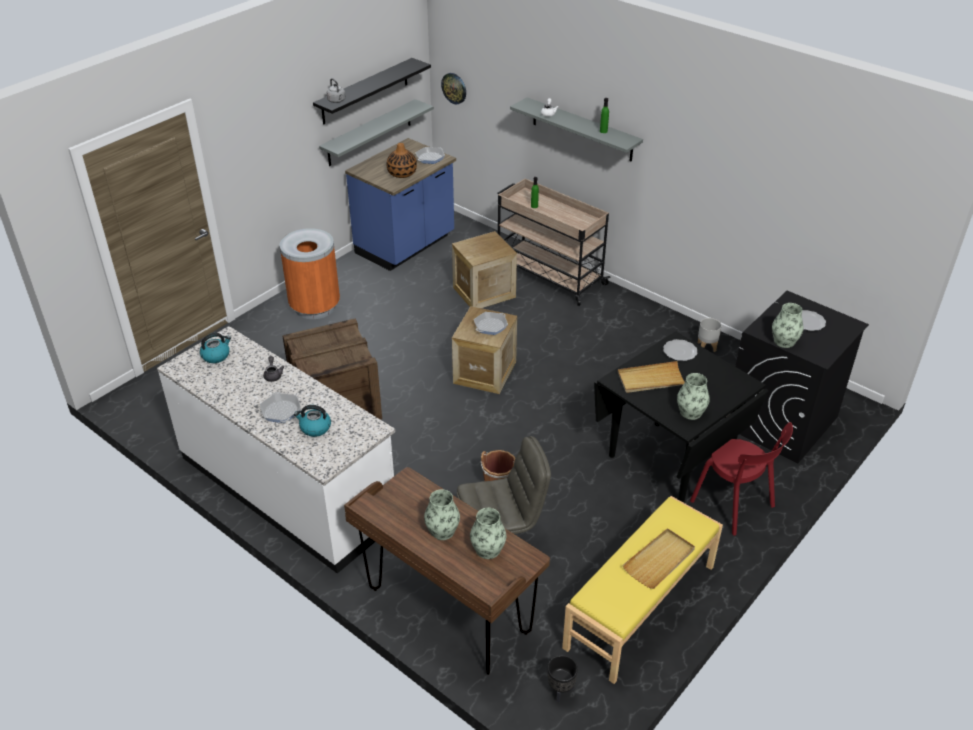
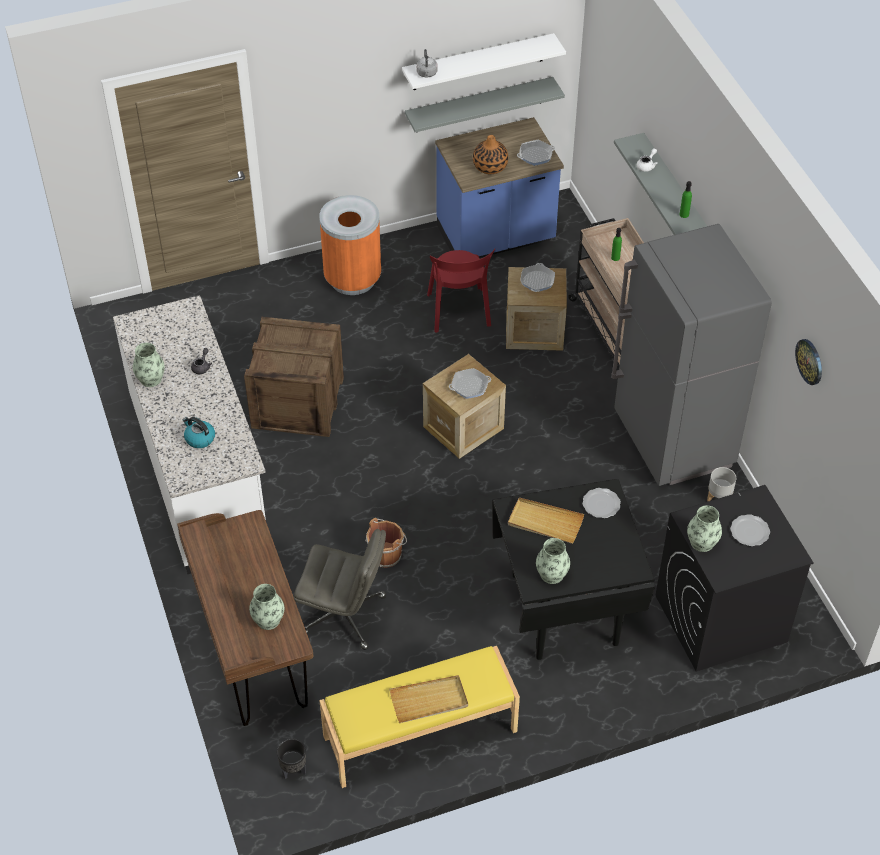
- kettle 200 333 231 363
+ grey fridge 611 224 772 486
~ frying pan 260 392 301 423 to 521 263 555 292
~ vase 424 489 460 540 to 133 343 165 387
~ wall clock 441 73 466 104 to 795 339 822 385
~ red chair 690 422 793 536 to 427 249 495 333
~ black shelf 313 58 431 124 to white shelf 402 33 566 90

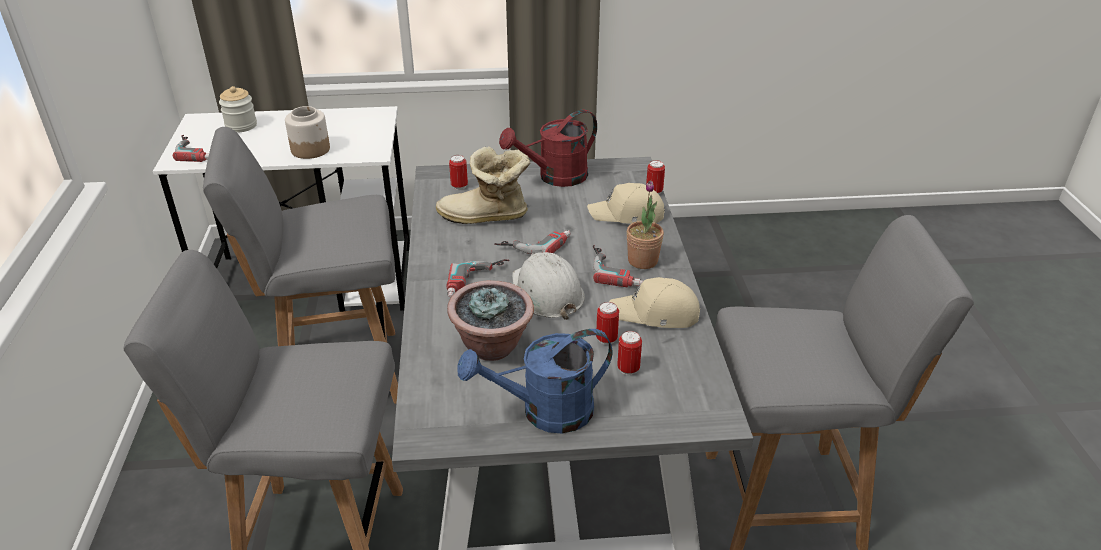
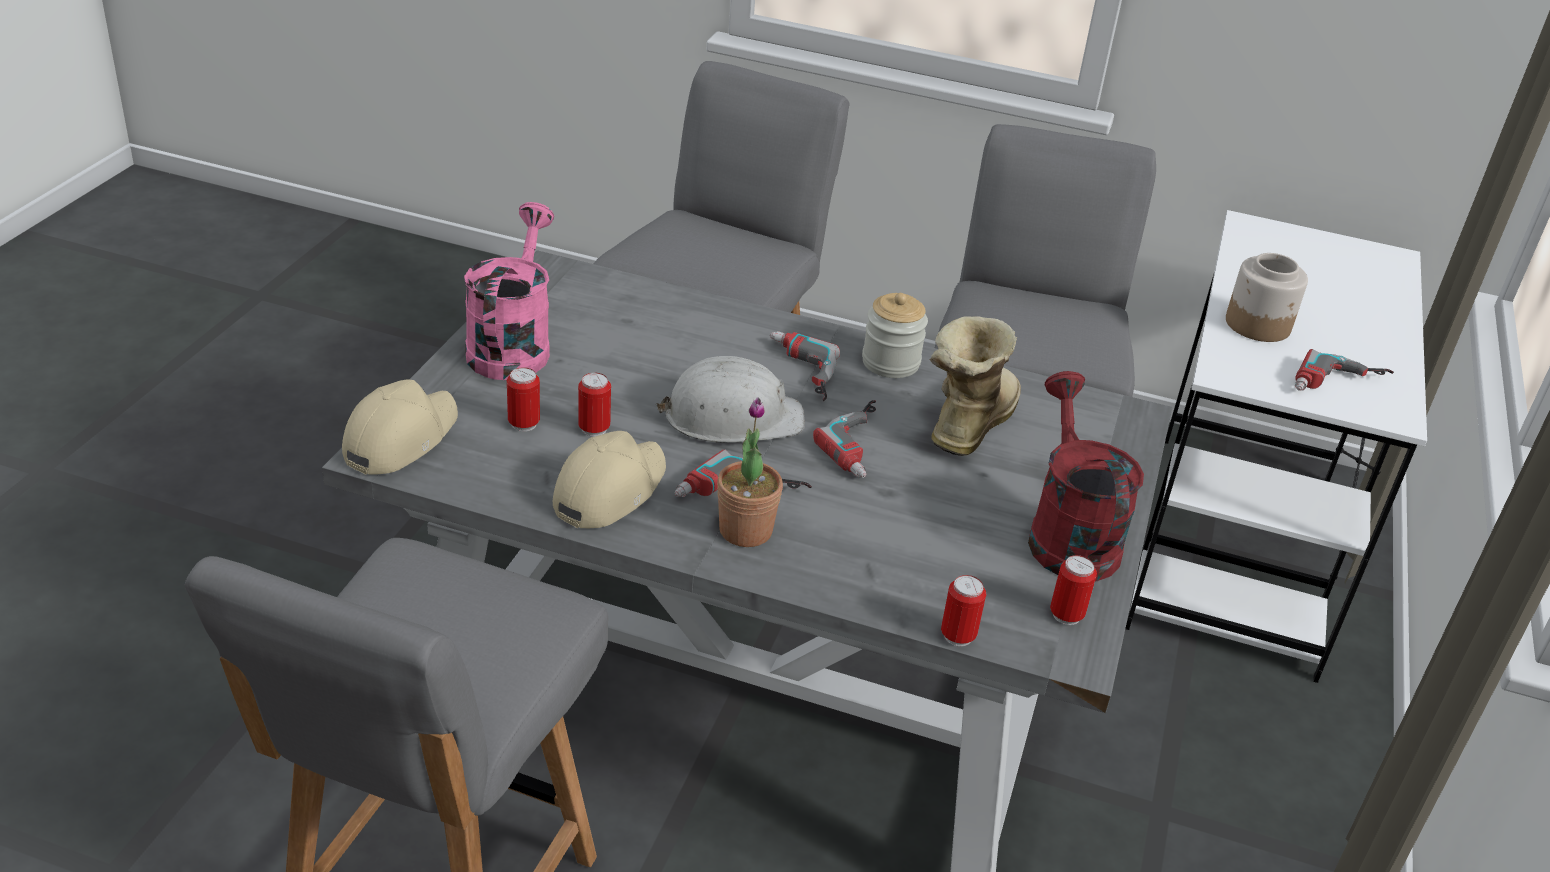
- potted plant 447 280 534 361
~ power drill 173 135 209 162 to 1295 349 1394 391
~ jar 219 86 257 132 to 862 293 928 378
~ can 449 155 468 190 to 1050 555 1097 625
~ beige cap 587 183 665 224 to 342 379 458 475
~ blue watering can 457 329 612 434 to pink watering can 464 202 554 380

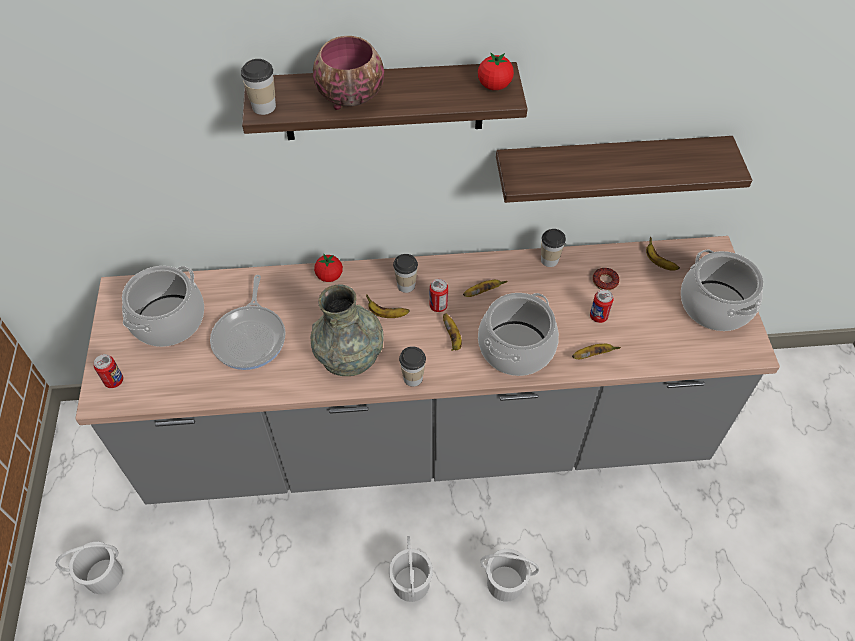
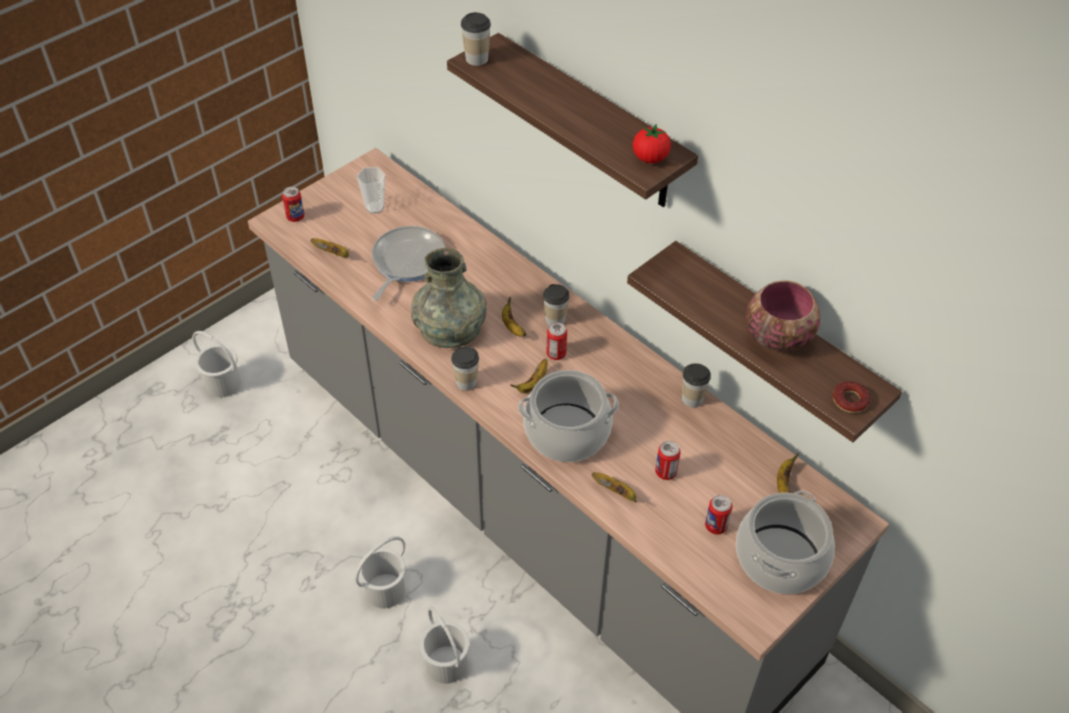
- tomato 314 254 343 282
+ can 705 495 733 534
~ bowl 313 36 384 110 to 746 280 820 351
~ banana 463 280 508 297 to 311 238 349 257
~ donut 592 268 619 291 to 833 381 870 413
~ cooking pot 122 266 204 347 to cup 357 167 385 214
~ frying pan 210 275 285 370 = 372 226 445 301 150 degrees clockwise

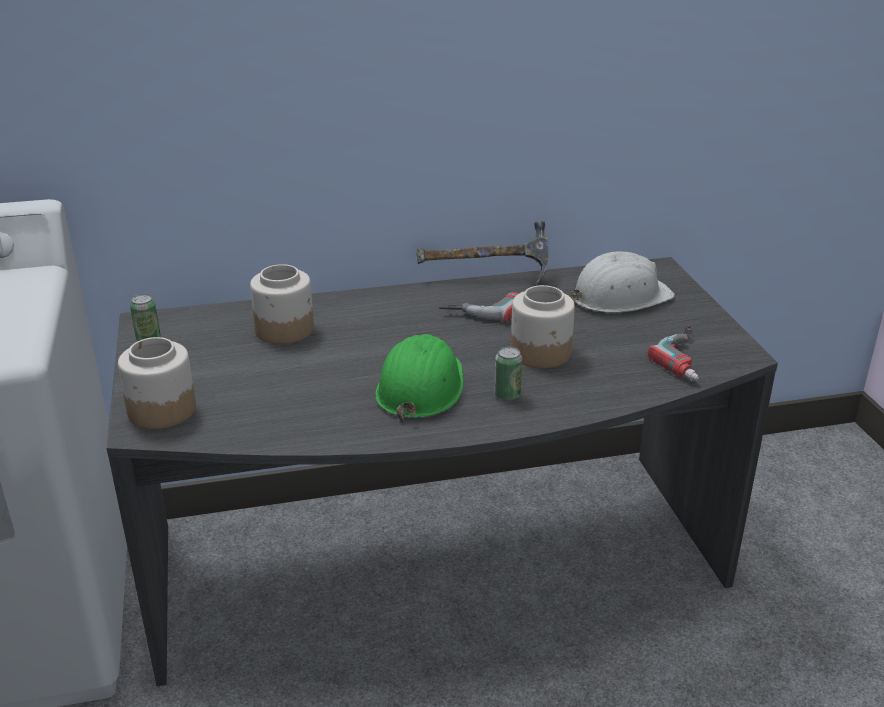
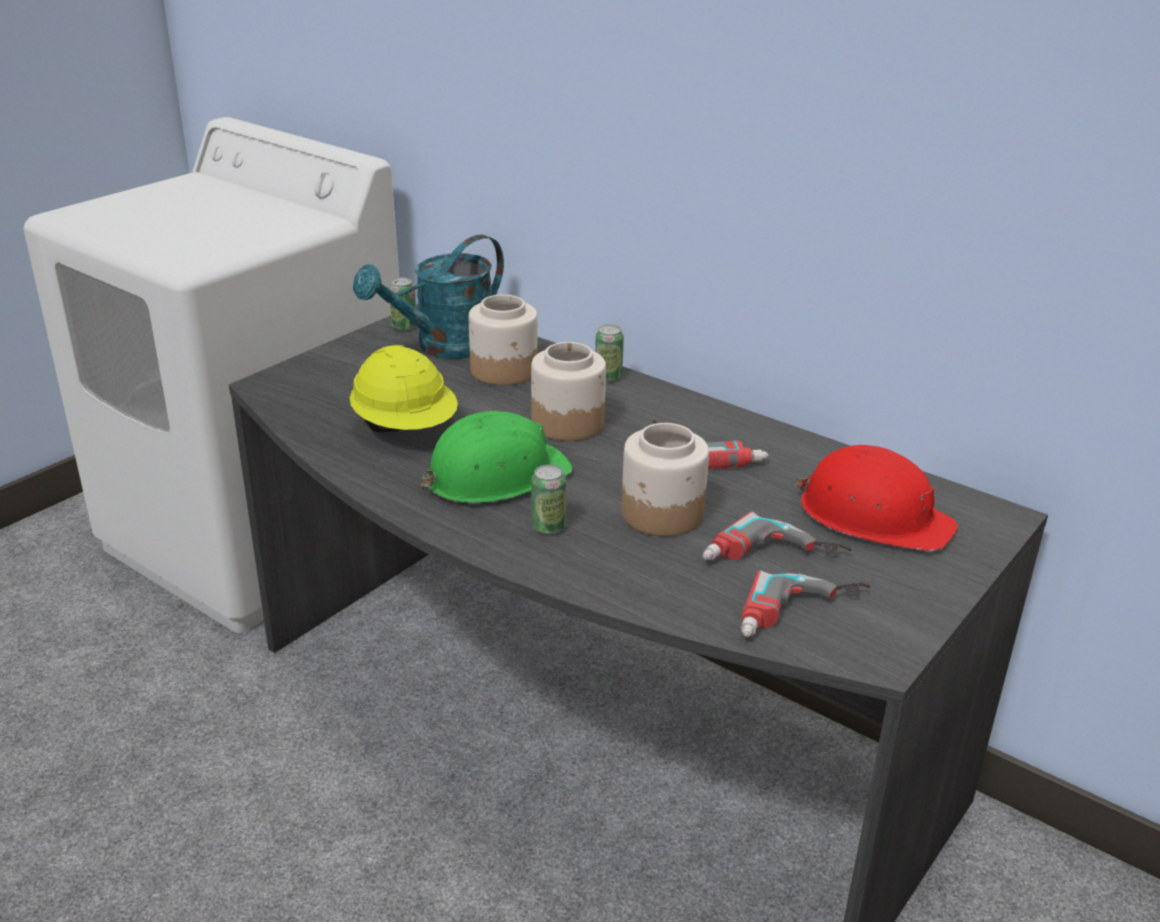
- hammer 416 221 549 286
+ yellow hard hat 350 345 458 432
+ turquoise watering can 353 235 504 359
+ can 595 325 624 382
+ power drill 703 512 852 560
~ jar 118 337 196 429 to 531 342 606 441
~ white hard hat 570 251 675 313 to red hard hat 795 445 958 551

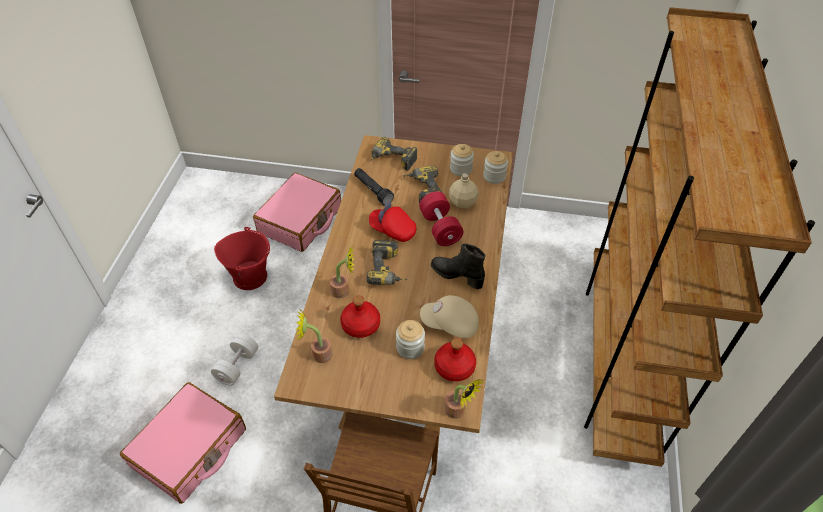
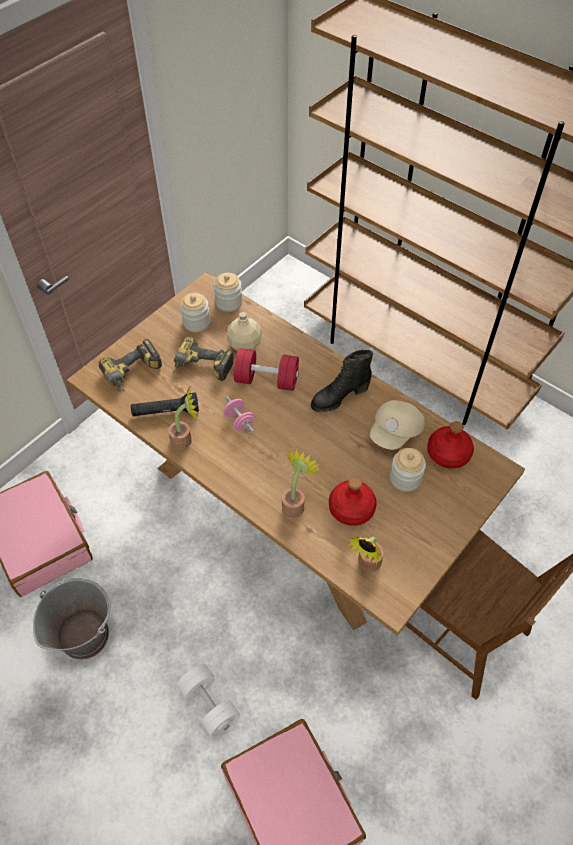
- power drill 367 240 408 285
~ potted plant 445 379 484 419 to 168 388 198 450
~ red cap 369 202 416 242 to pink dumbbell 223 396 255 433
~ red bucket 214 227 270 290 to grey bucket 33 578 111 660

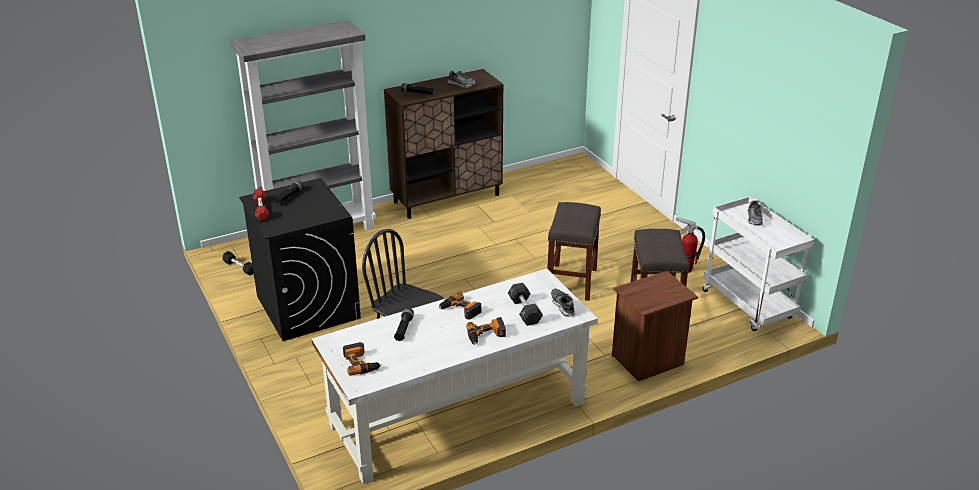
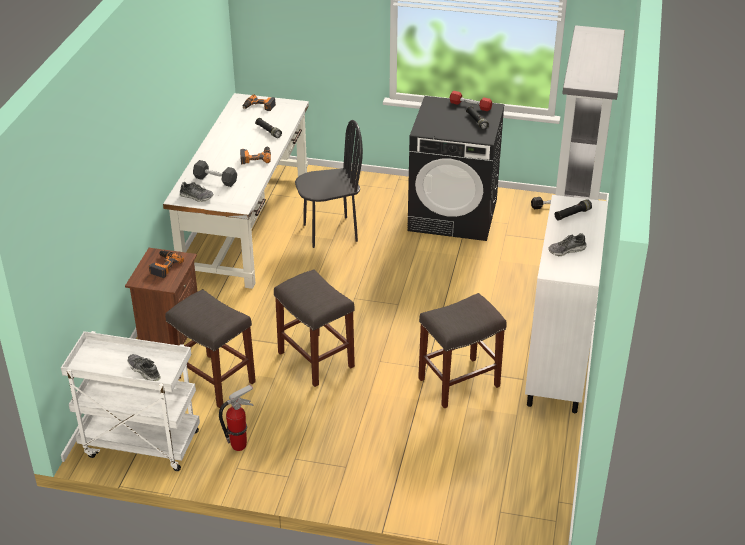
+ grey stool 418 293 507 408
~ power drill 466 317 506 344 to 149 250 184 278
~ brown cabinet 384 69 503 219 to white cabinet 525 195 608 413

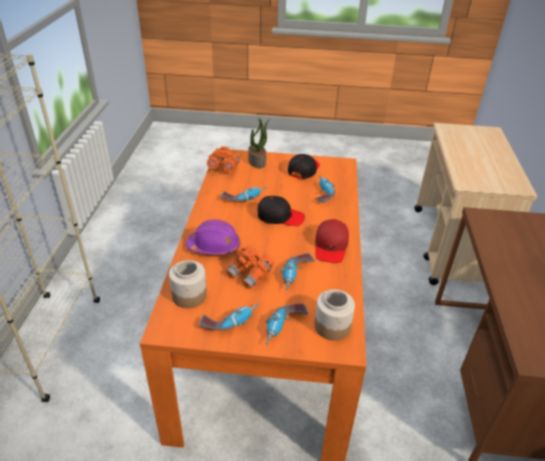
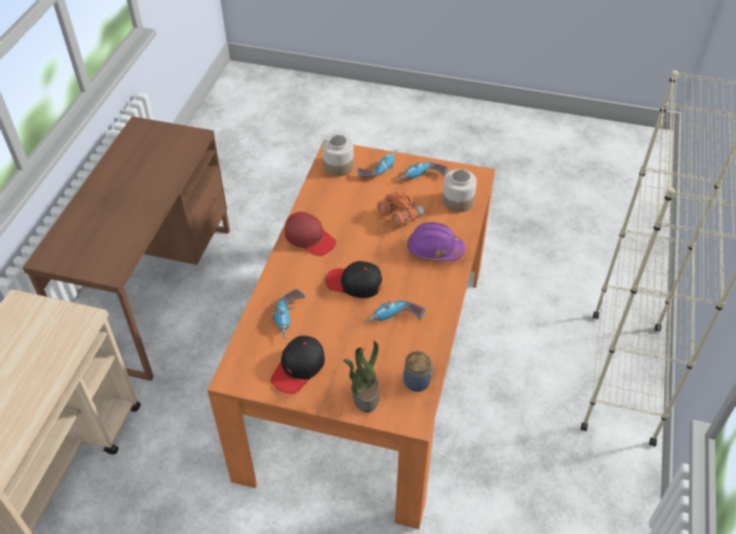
- power drill 280 253 315 291
~ orange binoculars 207 146 240 172 to jar 403 351 434 392
~ red cap 315 219 349 263 = 285 212 336 256 105 degrees clockwise

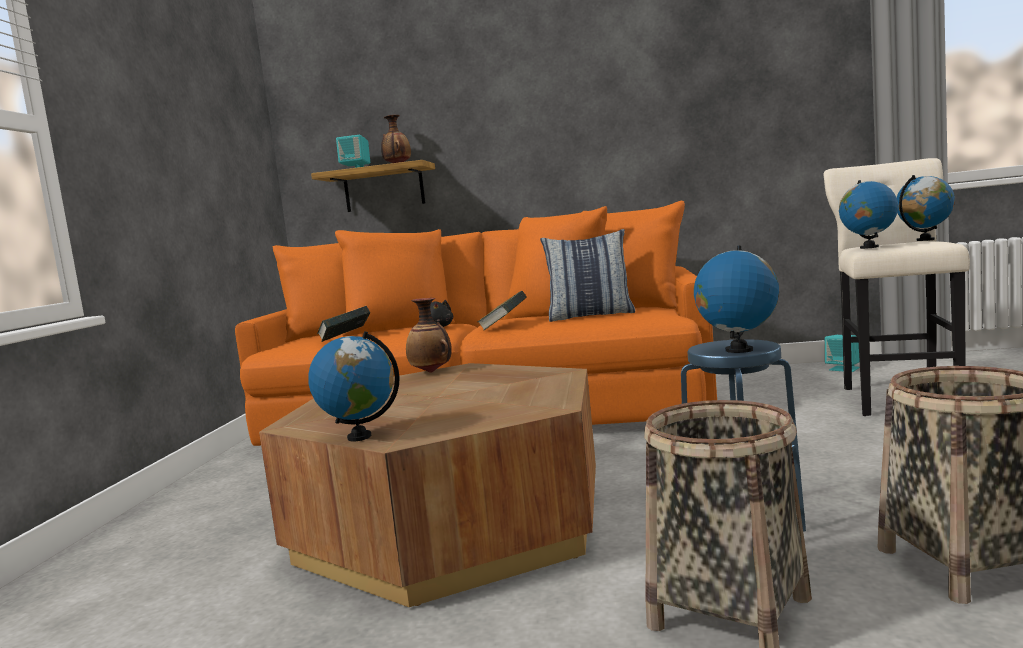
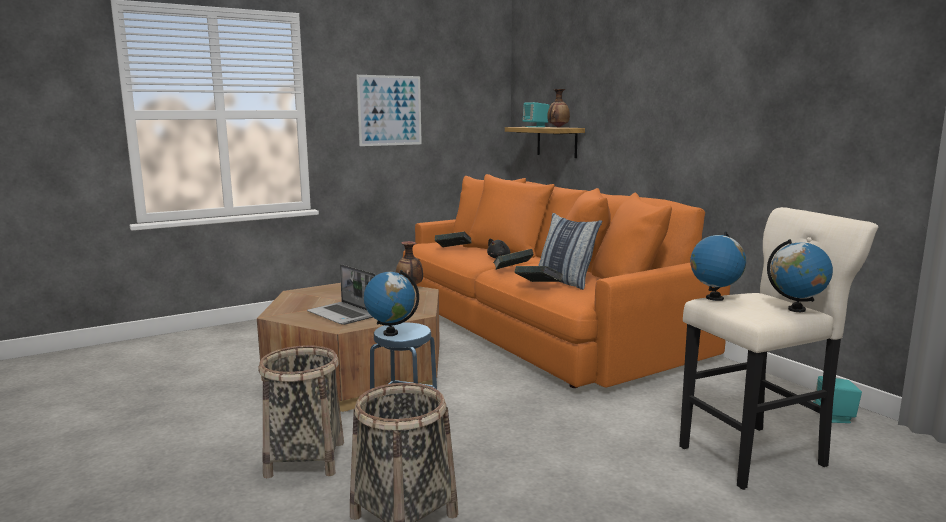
- globe 308 331 400 442
+ laptop 307 264 376 325
+ picture 356 75 422 146
+ book 515 266 563 282

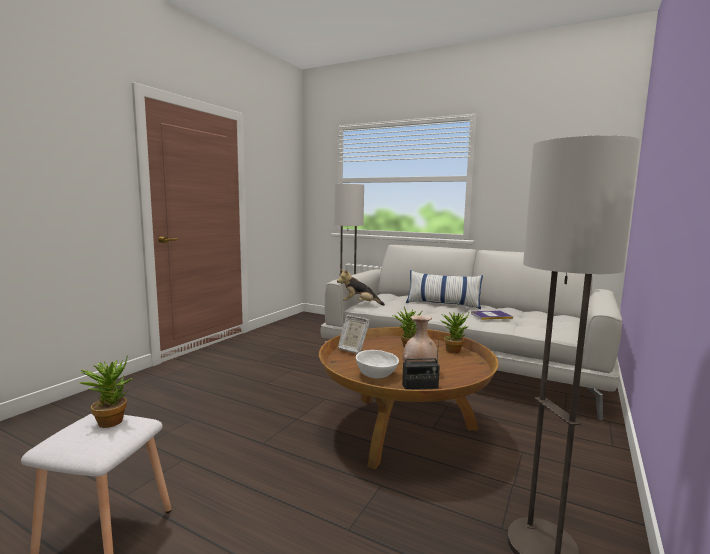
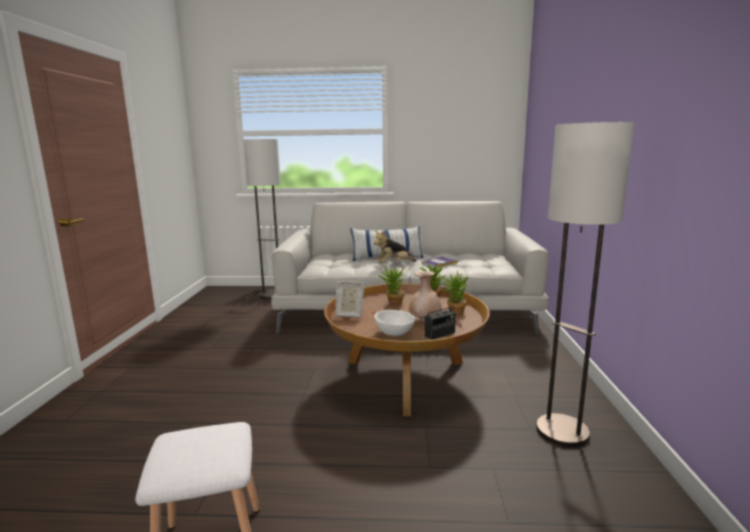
~ potted plant 77 356 132 428 to 440 271 469 315
~ plush toy 337 269 385 306 to 374 231 416 263

